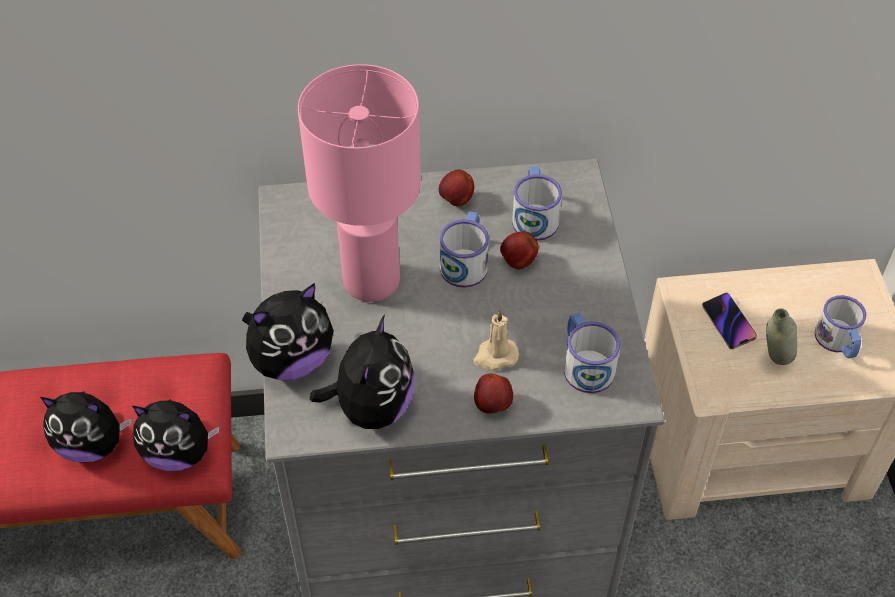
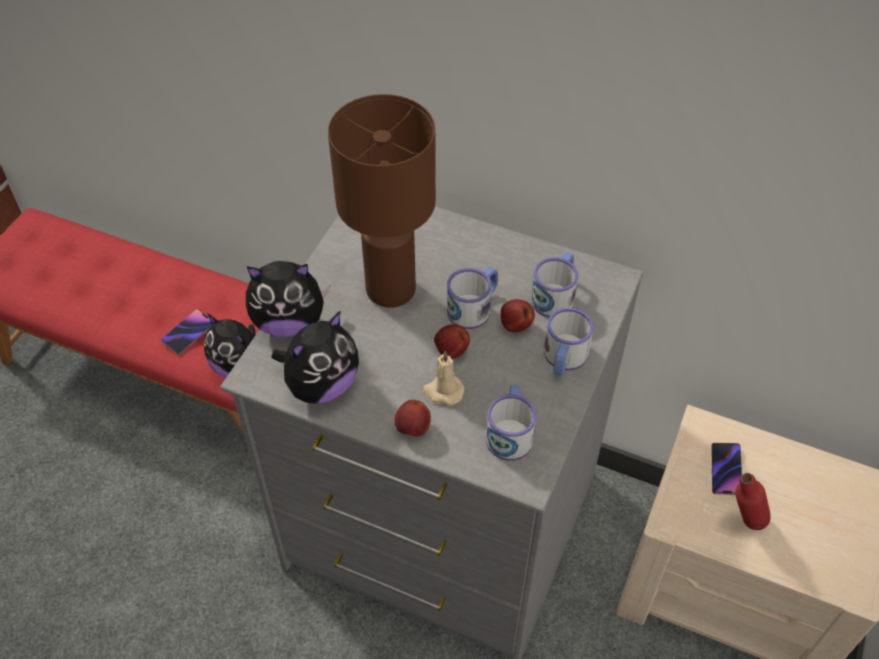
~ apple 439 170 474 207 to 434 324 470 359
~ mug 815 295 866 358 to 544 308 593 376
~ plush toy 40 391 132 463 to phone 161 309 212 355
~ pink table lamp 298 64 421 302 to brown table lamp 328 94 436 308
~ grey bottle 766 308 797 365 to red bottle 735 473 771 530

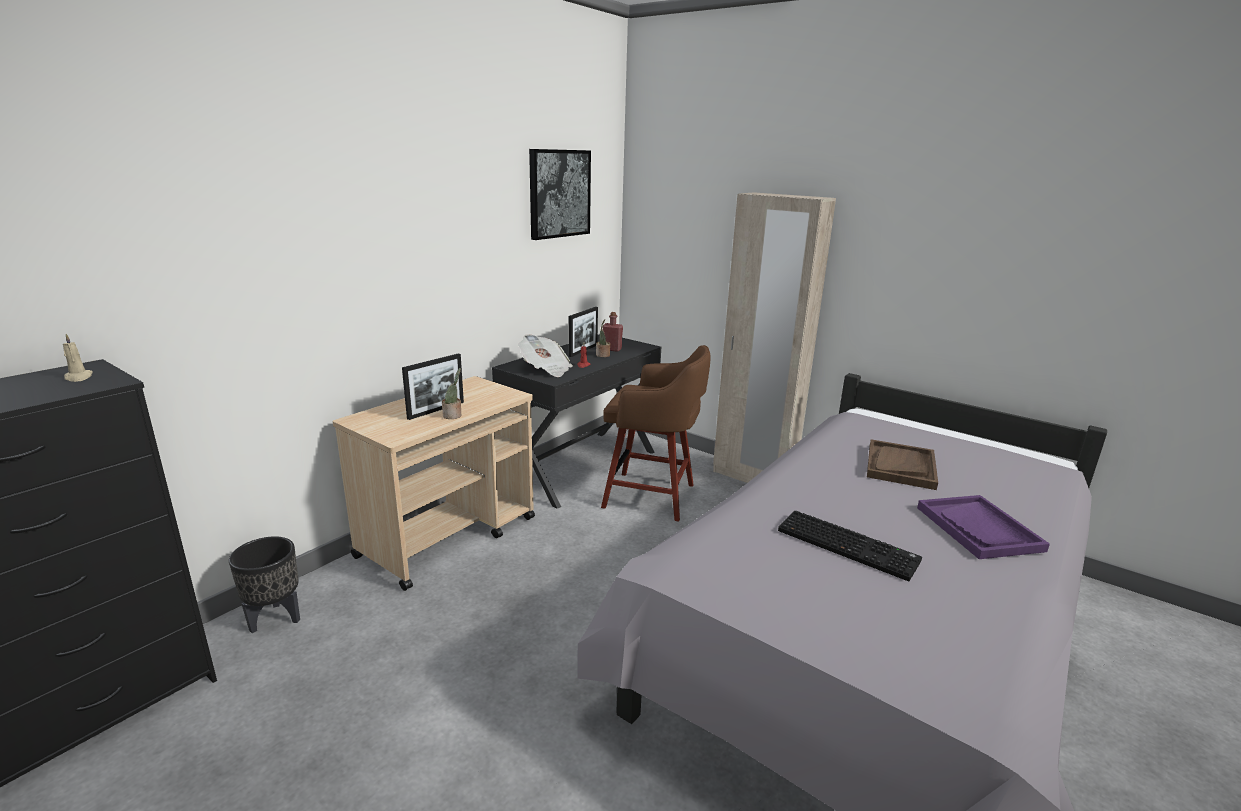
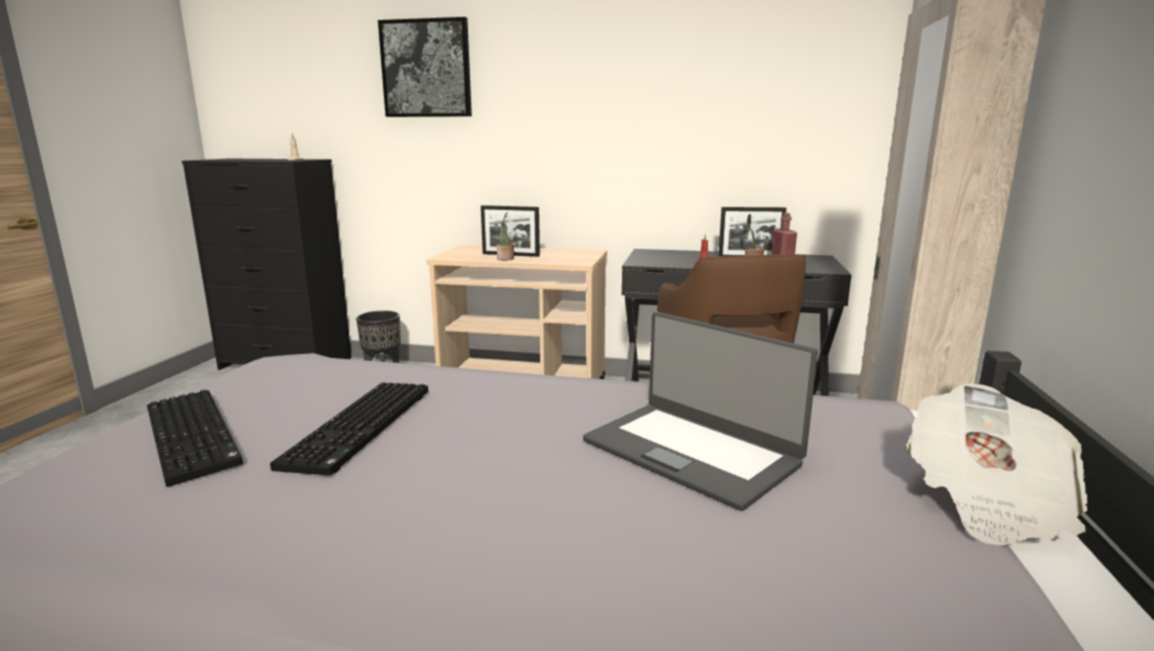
- purple tray 917 495 1050 559
+ keyboard 147 390 243 487
~ newspaper 518 334 573 377 to 906 383 1088 545
~ picture 529 149 591 240 to 378 17 472 117
~ brown tray 867 439 938 490 to laptop 583 312 818 511

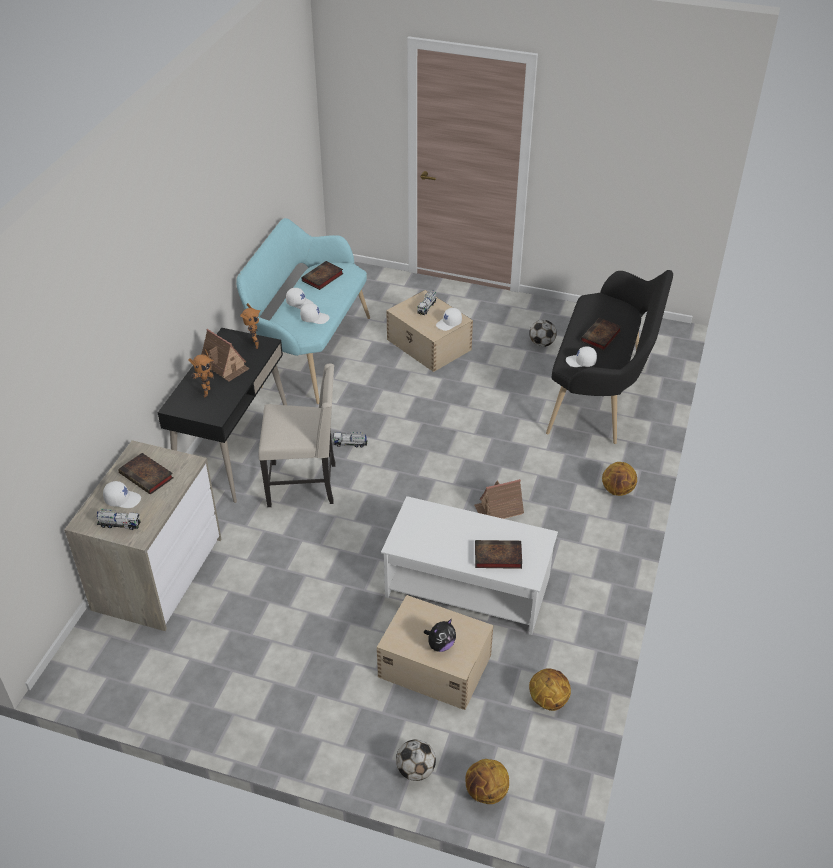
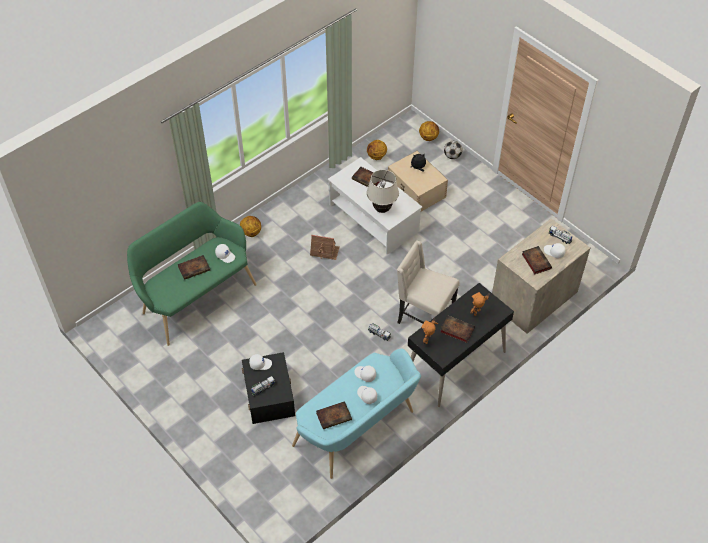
- football 529 320 557 347
+ beige table lamp 367 170 399 213
~ toy house 201 329 250 381 to book 440 316 475 343
~ beige storage box 386 290 473 372 to black storage box 242 352 295 424
~ black bench 546 270 673 444 to green bench 127 202 257 346

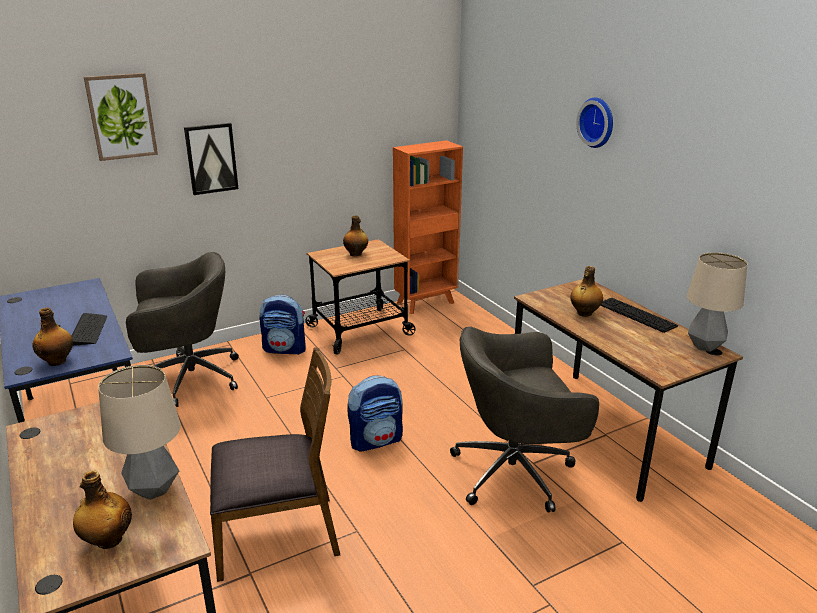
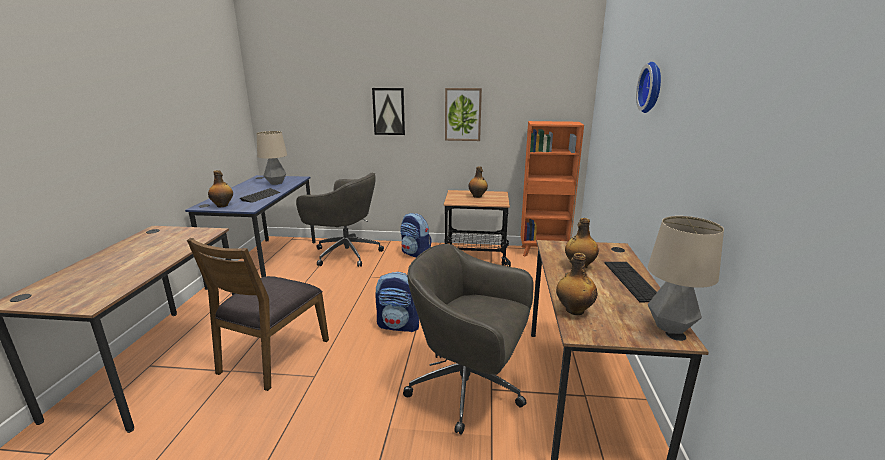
~ bottle 73 471 132 549 to 556 253 597 315
~ picture 84 73 158 161 to 445 88 482 141
~ table lamp 98 365 181 500 to 257 131 287 185
~ brown chair 210 347 340 582 = 187 238 329 391 90 degrees clockwise

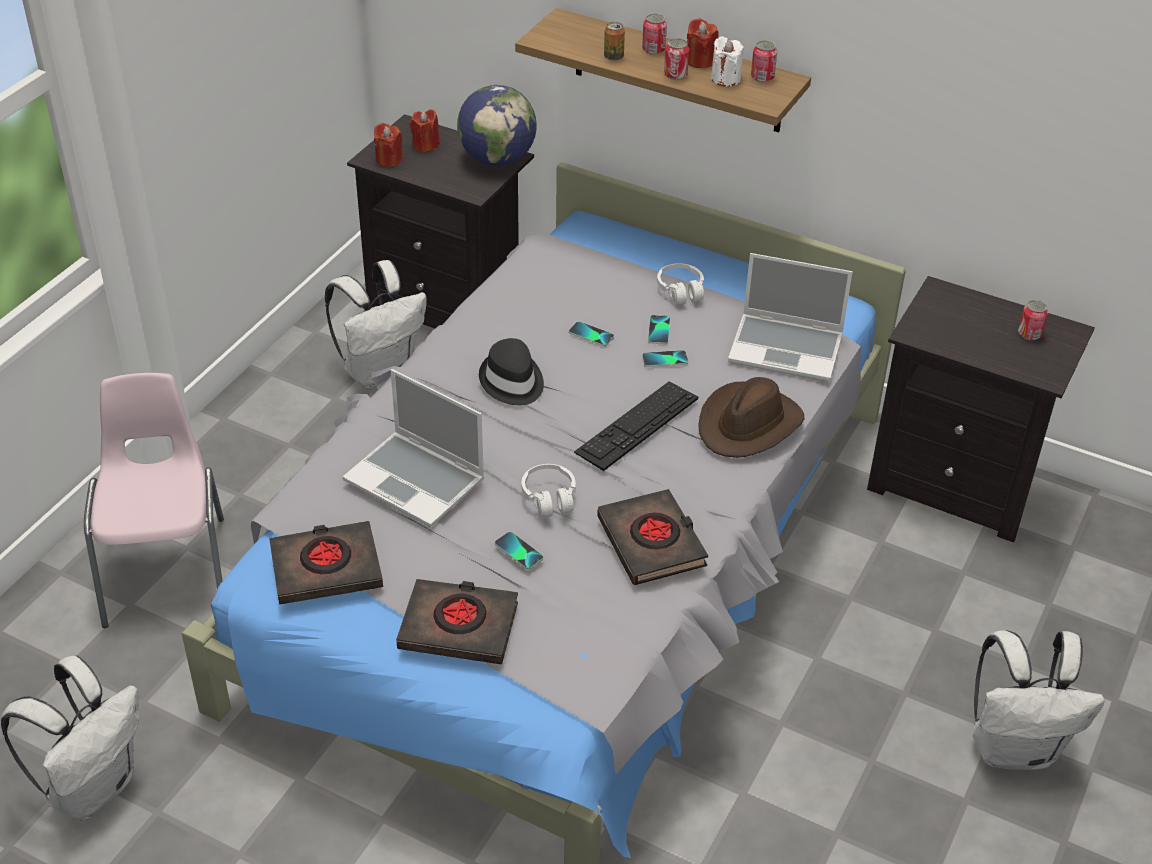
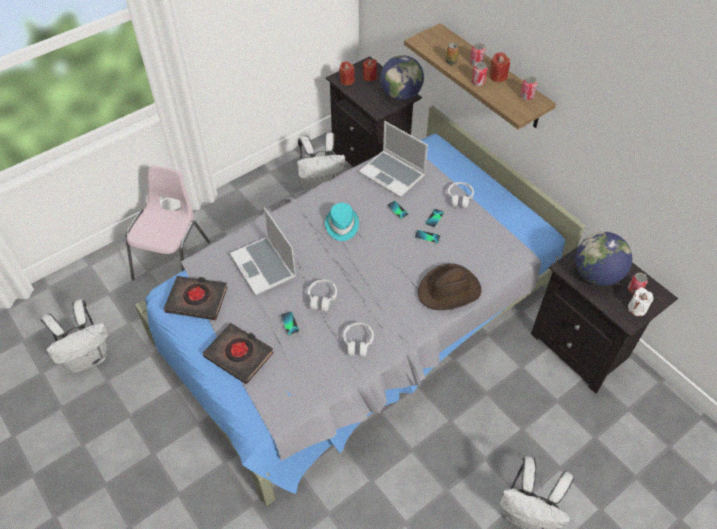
- keyboard 574 382 698 471
+ globe 575 232 632 286
~ white candle 711 36 744 86 to 628 287 654 316
~ laptop 728 253 852 382 to 359 121 428 197
~ black book 597 489 708 585 to white headphones 343 323 374 357
~ black hat 479 338 544 405 to turquoise hat 325 203 359 241

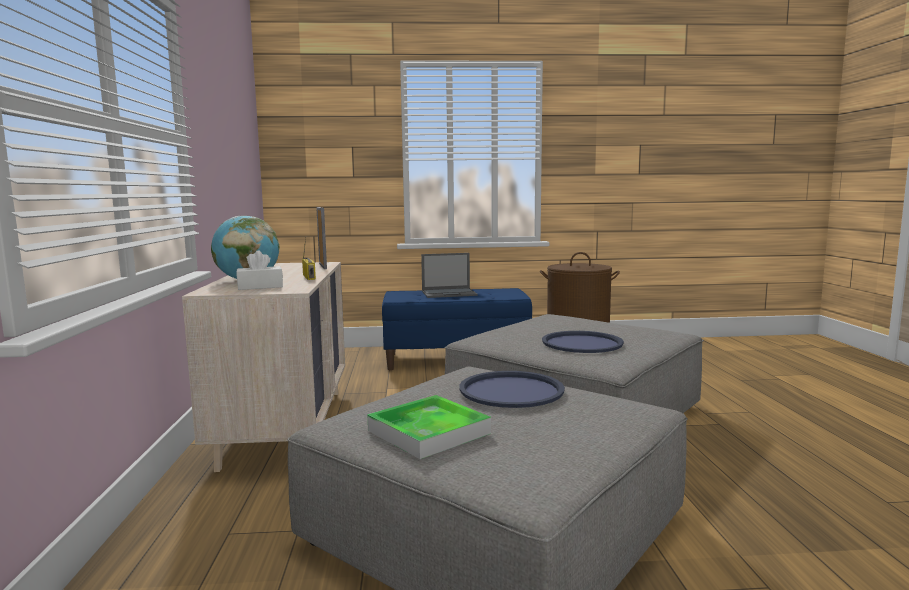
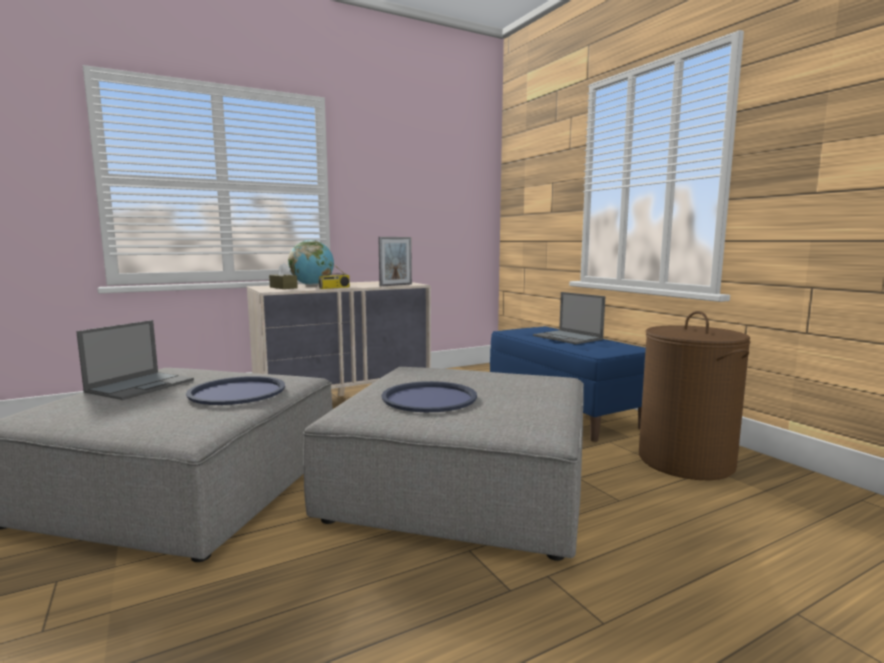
~ tray 367 395 491 459 to laptop 76 320 194 400
~ white tissue box 237 251 283 290 to brown tissue box 269 263 298 289

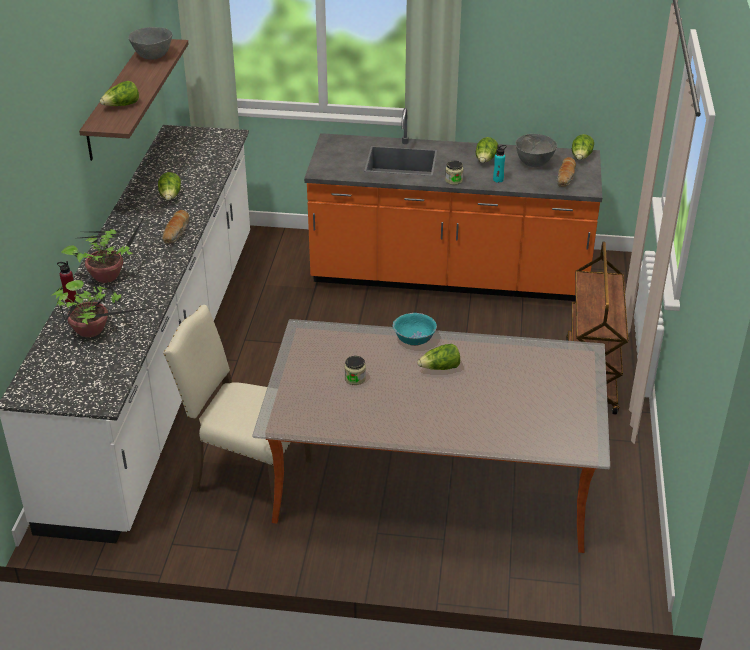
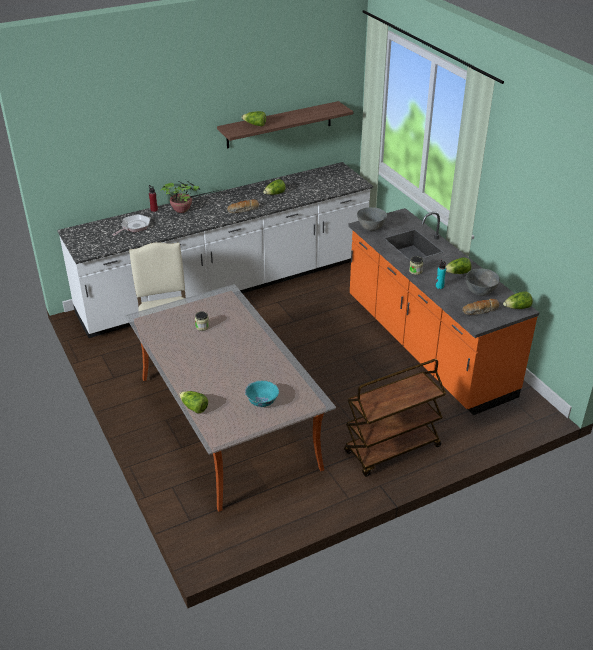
~ grey bowl 128 27 172 60 to 357 207 387 231
~ turquoise bowl 393 313 437 346 to 245 381 279 407
~ lettuce 417 344 460 370 to 179 391 208 414
~ potted plant 51 279 159 337 to frying pan 112 214 150 236

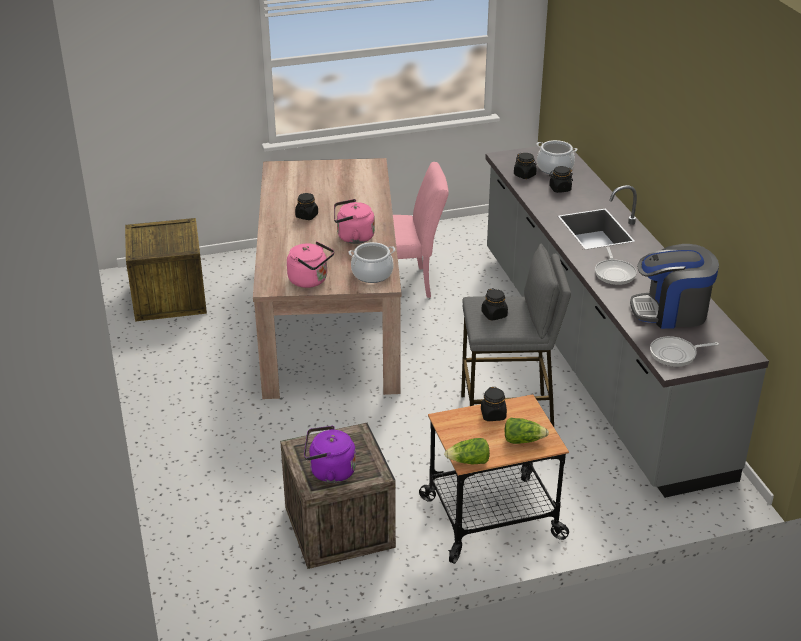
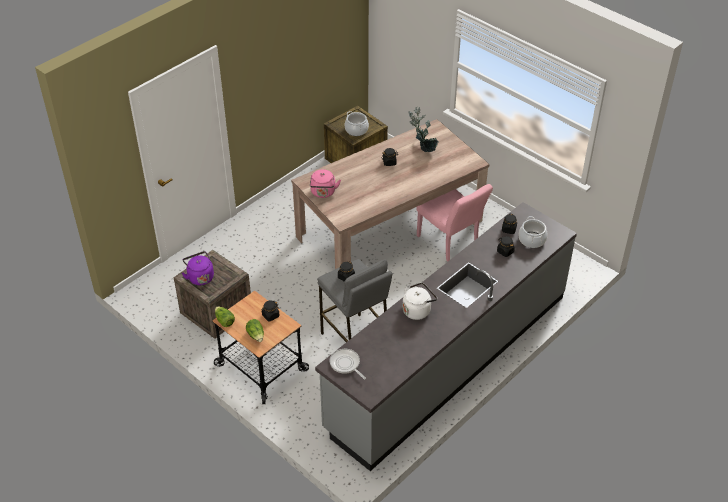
- pink kettle 334 199 375 244
- coffee machine 630 244 719 329
+ potted plant 409 107 439 152
~ cooking pot 349 242 395 283 to 345 111 369 136
~ frying pan 595 247 637 285 to white kettle 402 282 437 320

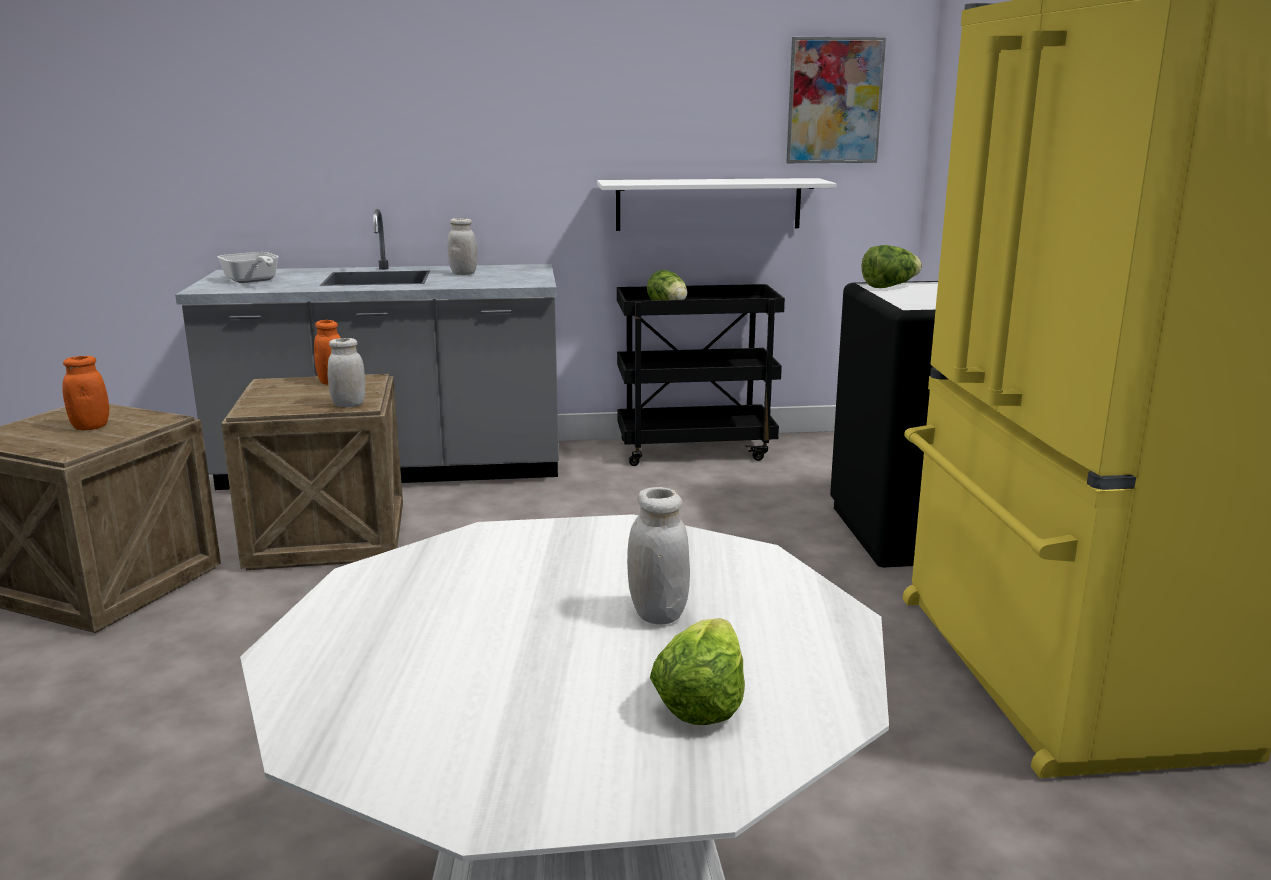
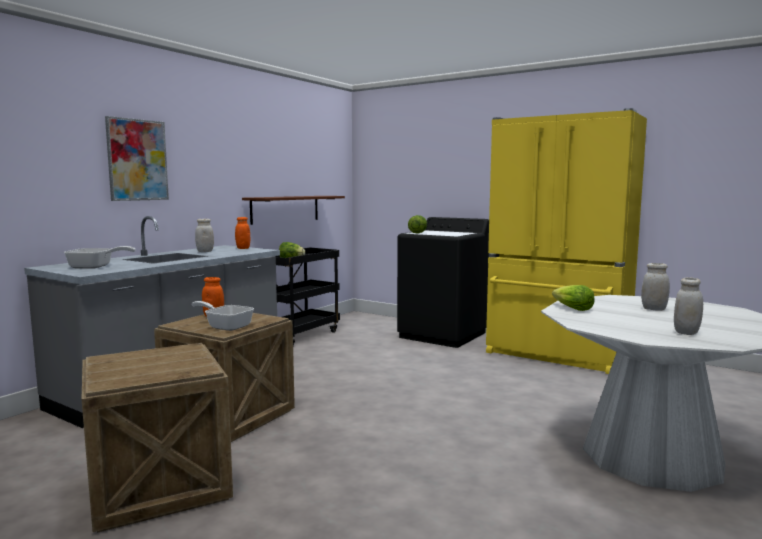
+ frying pan 192 301 254 331
~ orange jar 62 356 109 430 to 235 217 250 249
~ white jar 328 338 365 407 to 674 278 703 335
~ lettuce 650 618 745 725 to 552 285 594 311
~ picture 786 37 886 163 to 105 116 169 201
~ white shelf 597 178 836 231 to brown shelf 242 196 345 225

